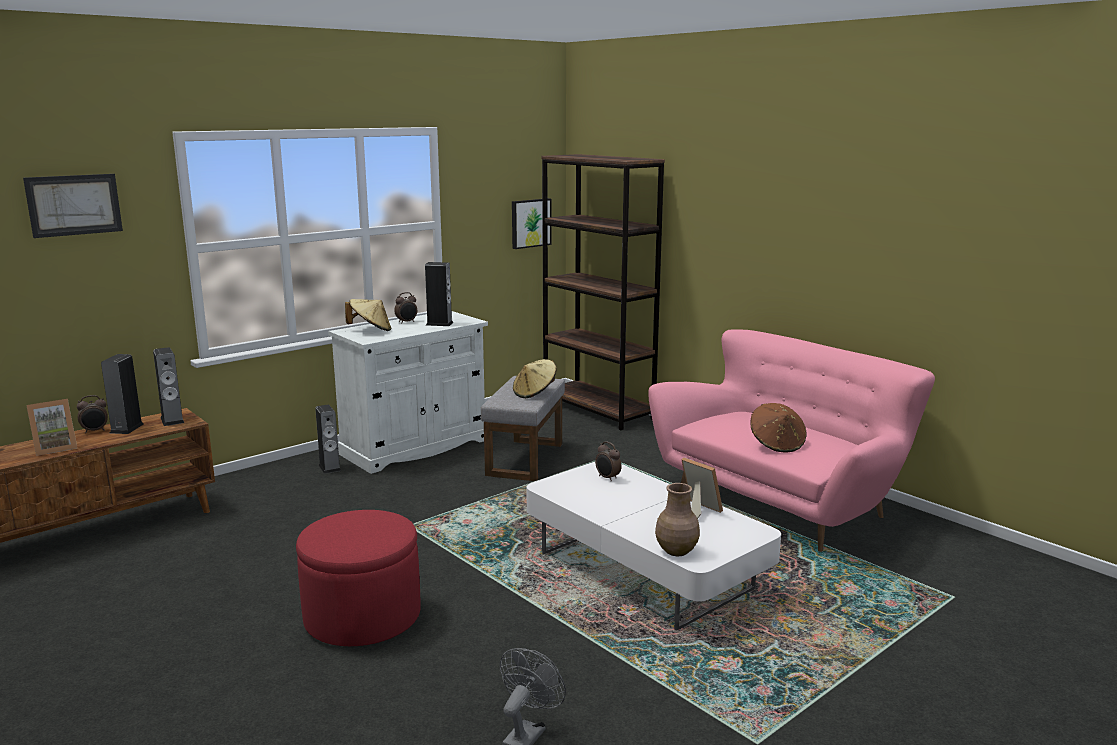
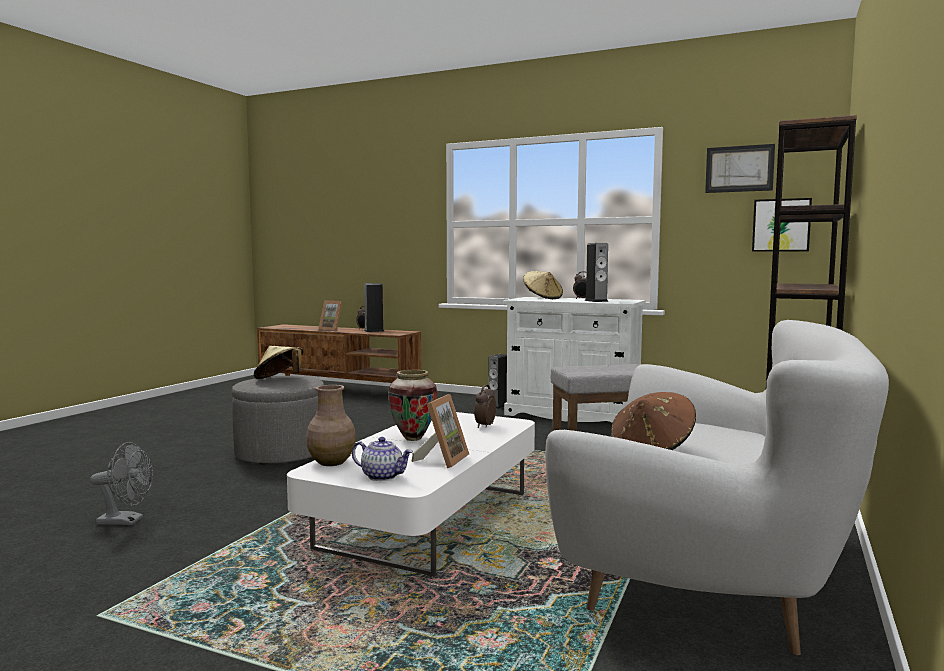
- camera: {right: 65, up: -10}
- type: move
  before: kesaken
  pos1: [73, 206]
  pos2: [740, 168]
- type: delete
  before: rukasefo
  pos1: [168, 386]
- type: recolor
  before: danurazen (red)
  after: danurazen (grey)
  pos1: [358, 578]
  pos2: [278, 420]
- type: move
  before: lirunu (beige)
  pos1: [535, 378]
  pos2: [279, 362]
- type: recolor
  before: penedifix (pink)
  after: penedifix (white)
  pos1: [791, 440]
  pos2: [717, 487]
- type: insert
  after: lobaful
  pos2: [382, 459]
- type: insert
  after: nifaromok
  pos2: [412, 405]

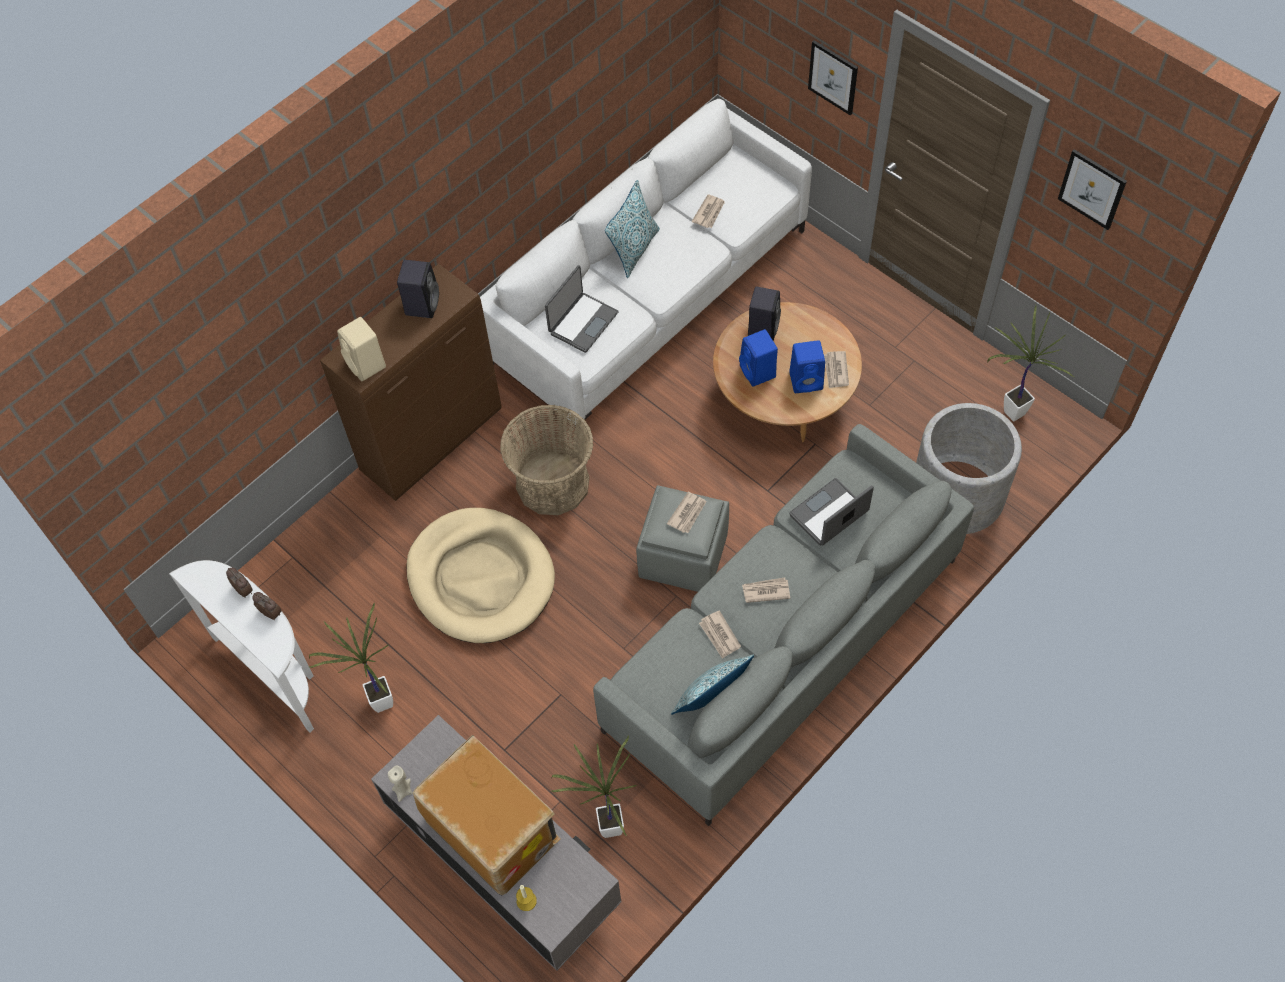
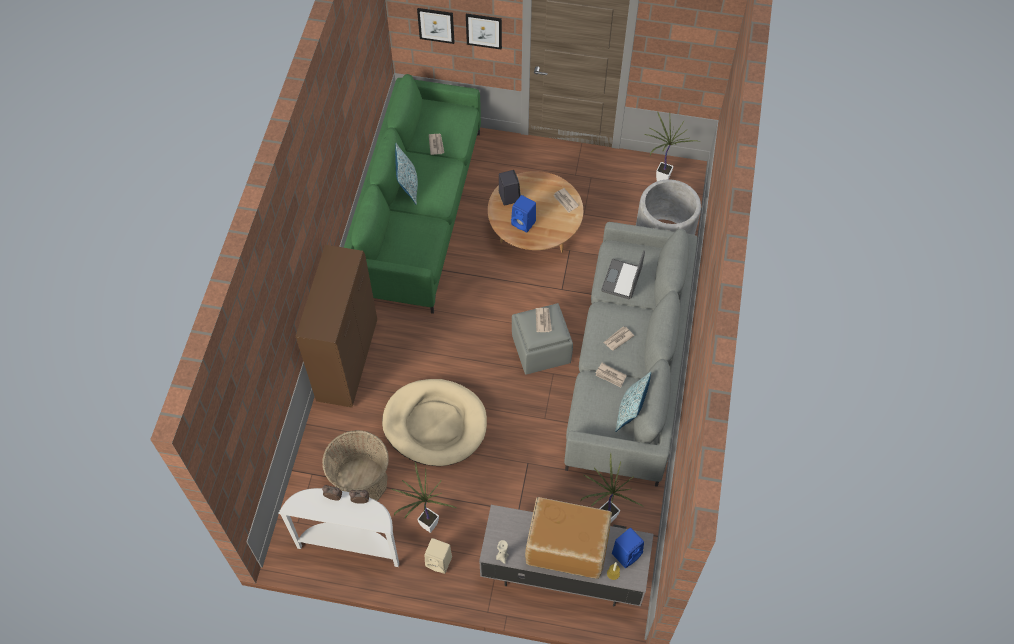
- camera: {right: -35, up: 0}
- type: move
  before: rukasefo (beige)
  pos1: [361, 349]
  pos2: [438, 556]
- type: delete
  before: rukasefo (black)
  pos1: [418, 289]
- type: recolor
  before: penedifix (white)
  after: penedifix (green)
  pos1: [646, 264]
  pos2: [412, 194]
- type: move
  before: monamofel
  pos1: [547, 459]
  pos2: [355, 465]
- type: delete
  before: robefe
  pos1: [582, 309]
- type: move
  before: rukasefo (blue)
  pos1: [807, 367]
  pos2: [628, 548]
- type: move
  before: kesaken
  pos1: [1092, 189]
  pos2: [436, 26]

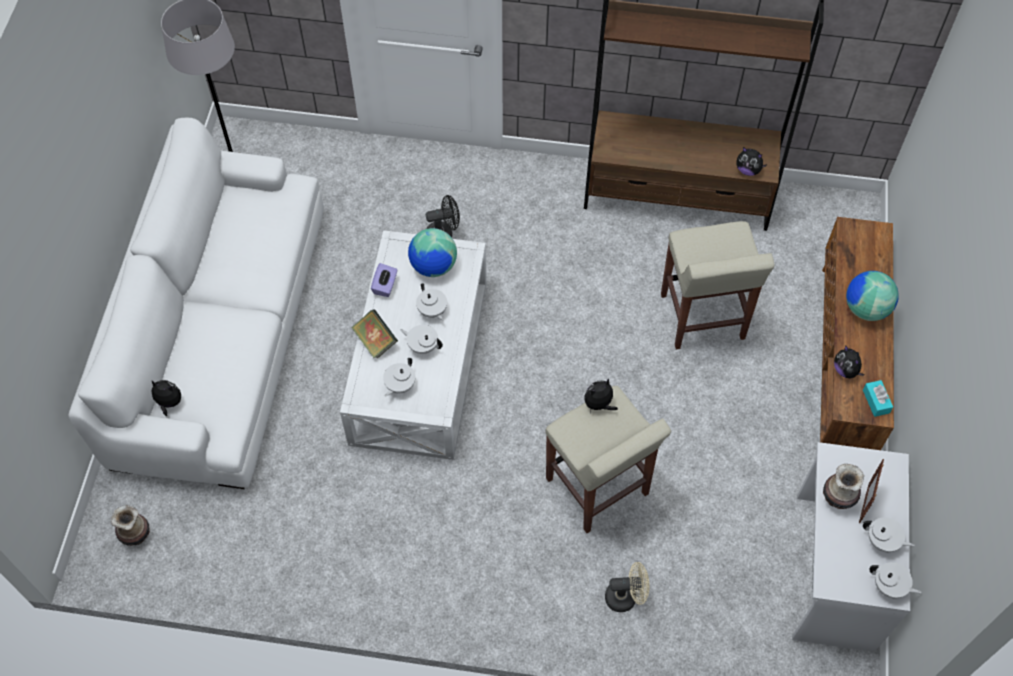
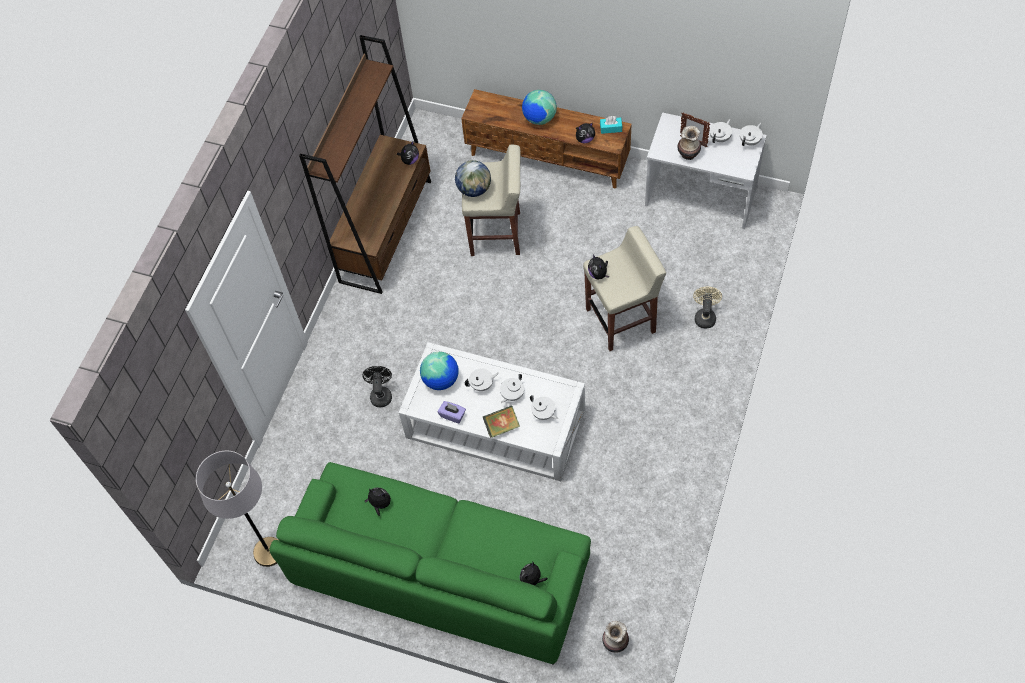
- camera: {right: -75, up: 0}
- type: recolor
  before: penedifix (white)
  after: penedifix (green)
  pos1: [196, 303]
  pos2: [430, 563]
- type: insert
  after: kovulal
  pos2: [378, 501]
- type: insert
  after: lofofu
  pos2: [473, 178]

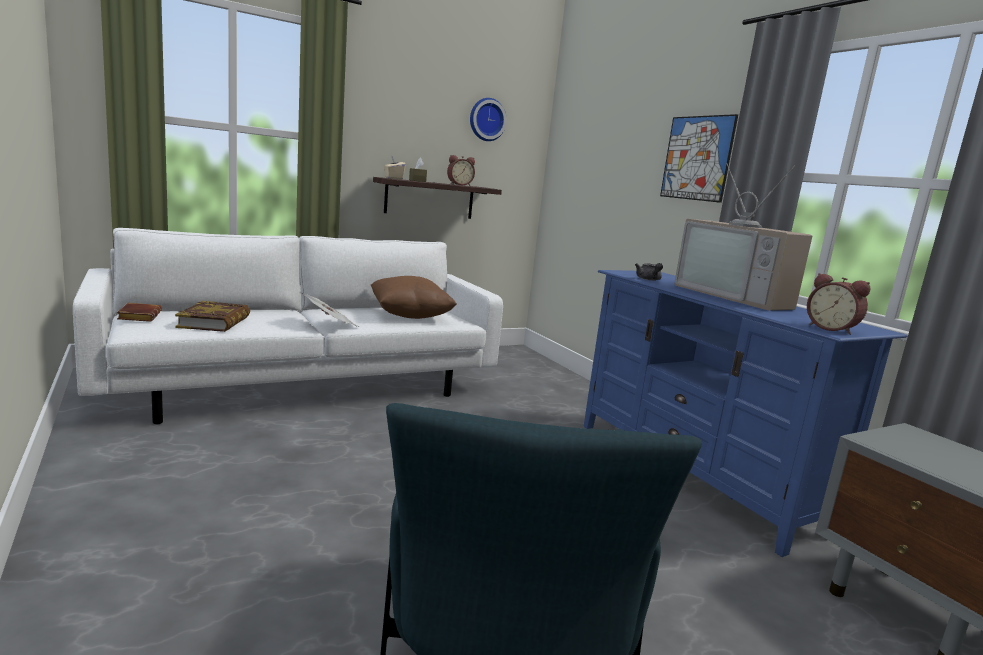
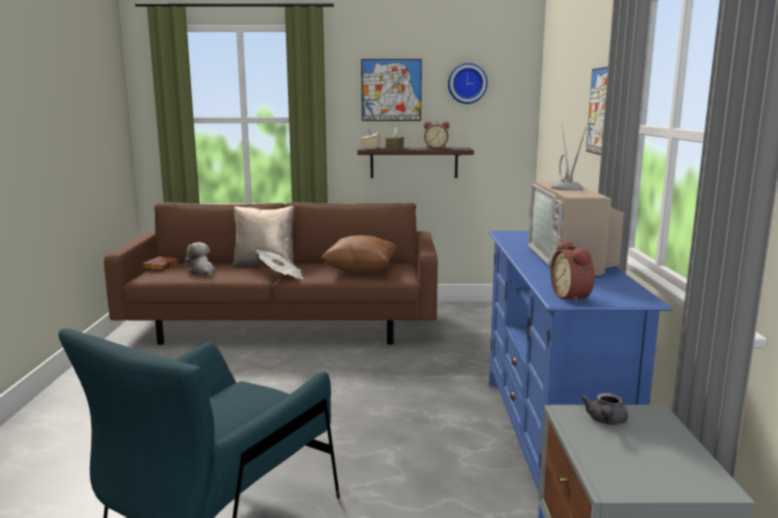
- camera: {right: 30, up: 0}
- type: recolor
  before: penedifix (white)
  after: penedifix (brown)
  pos1: [288, 326]
  pos2: [271, 273]
- type: replace
  before: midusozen
  after: kovulal
  pos1: [212, 316]
  pos2: [199, 259]
- type: move
  before: lobaful (grey)
  pos1: [649, 272]
  pos2: [604, 409]
- type: insert
  after: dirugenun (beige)
  pos2: [263, 236]
- type: insert
  after: kesaken
  pos2: [391, 90]

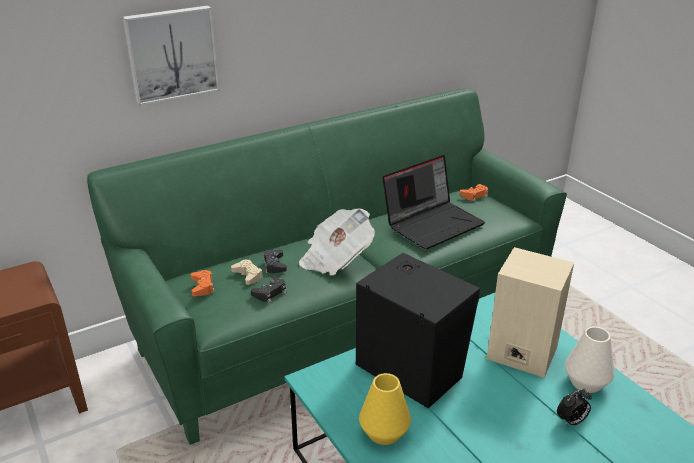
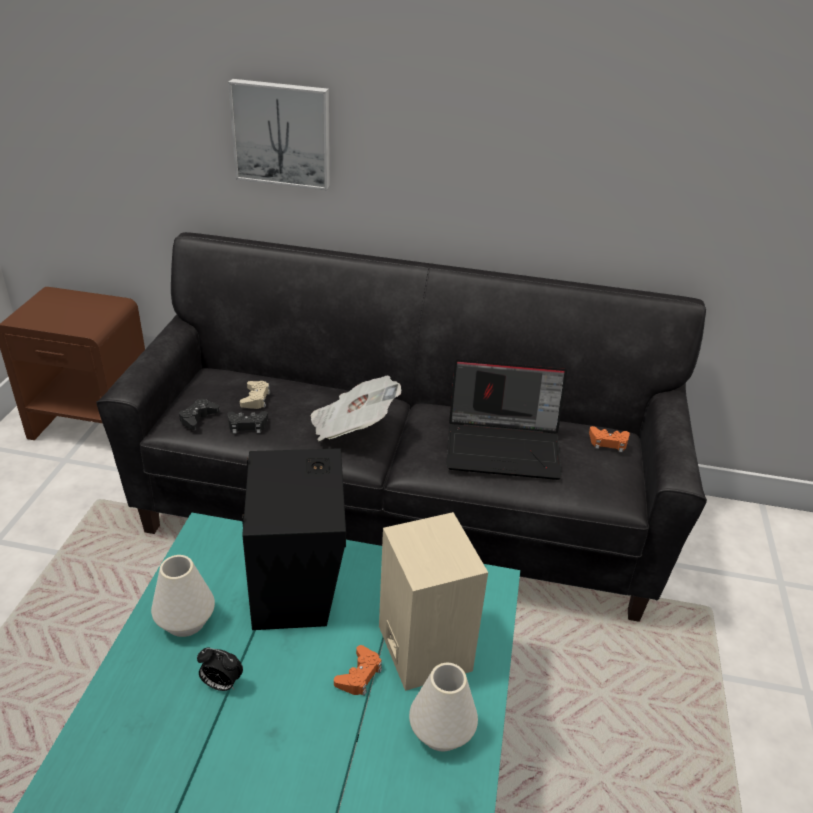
- camera: {right: 40, up: 5}
- type: recolor
  before: penedifix (green)
  after: penedifix (black)
  pos1: [327, 266]
  pos2: [401, 427]
- type: move
  before: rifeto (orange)
  pos1: [202, 283]
  pos2: [358, 670]
- type: move
  before: rifeto (black)
  pos1: [275, 261]
  pos2: [199, 414]
- type: recolor
  before: nifaromok (yellow)
  after: nifaromok (white)
  pos1: [385, 409]
  pos2: [183, 596]
- type: move
  before: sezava
  pos1: [574, 407]
  pos2: [220, 669]

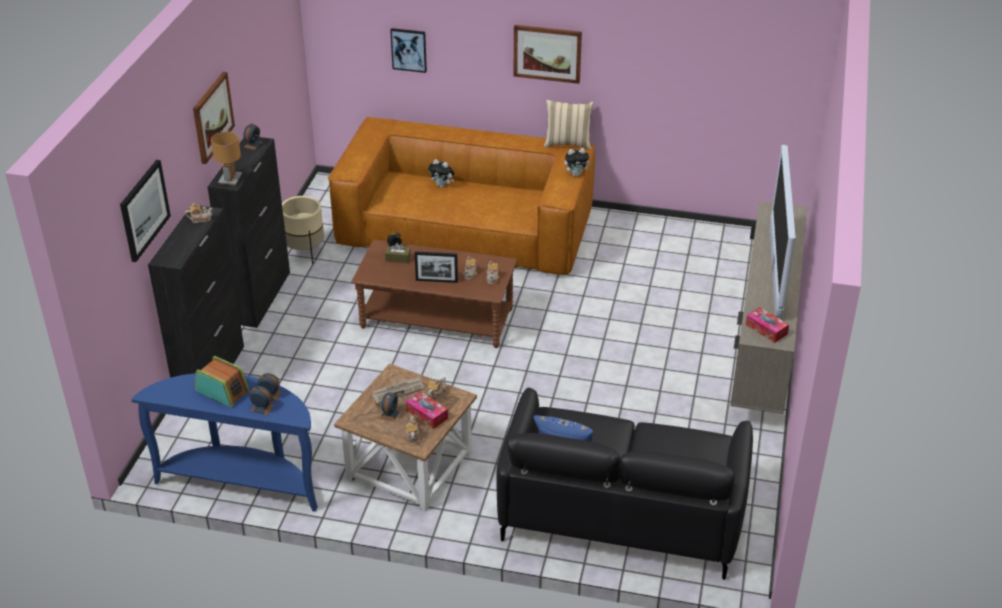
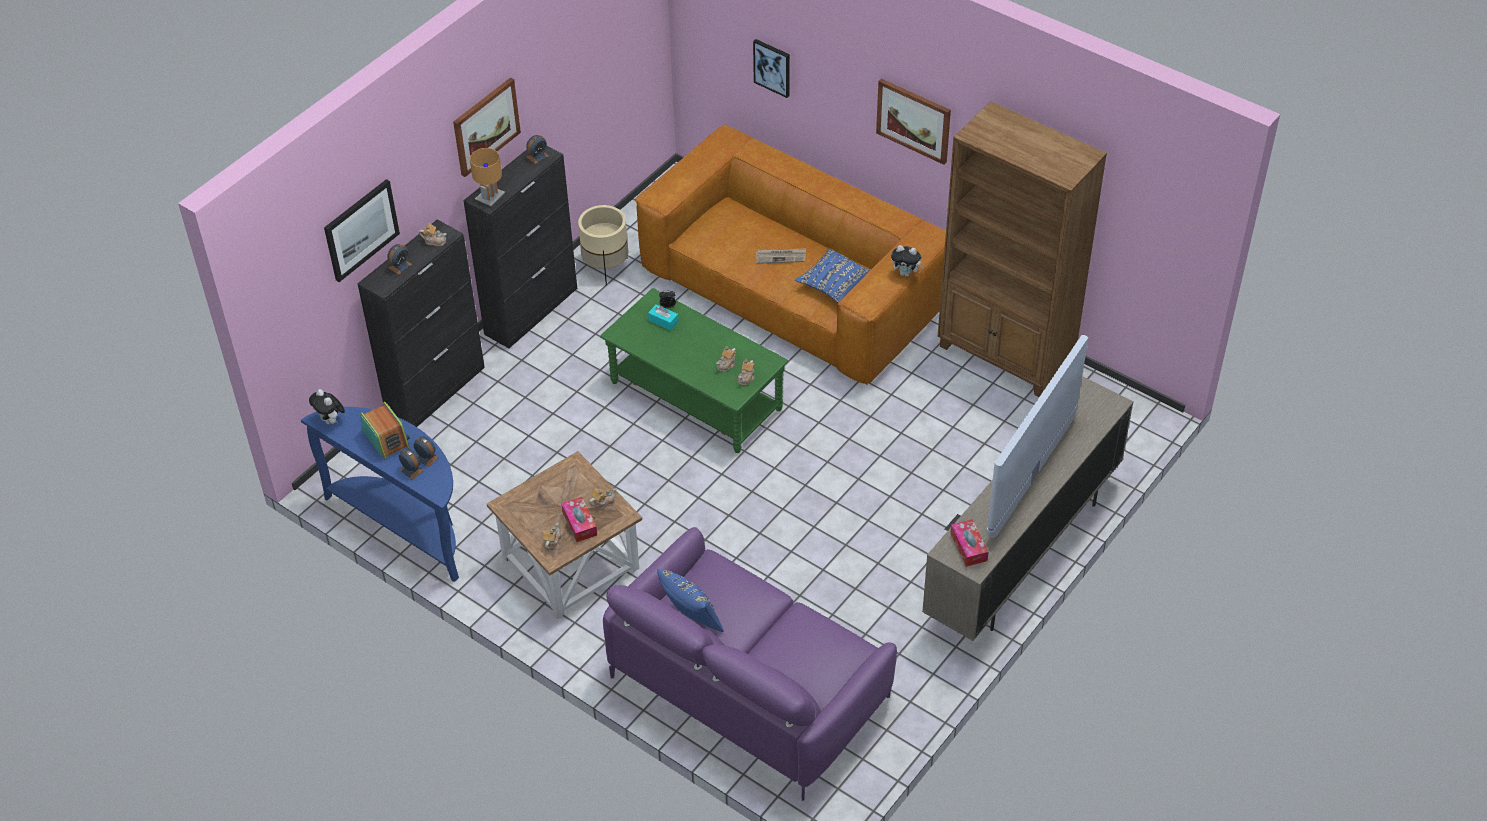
- camera: {right: 25, up: 10}
- type: recolor
  before: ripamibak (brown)
  after: ripamibak (green)
  pos1: [434, 293]
  pos2: [694, 370]
- type: move
  before: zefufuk
  pos1: [398, 390]
  pos2: [781, 256]
- type: move
  before: sezava
  pos1: [390, 406]
  pos2: [399, 259]
- type: recolor
  before: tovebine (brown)
  after: tovebine (turquoise)
  pos1: [398, 253]
  pos2: [663, 317]
- type: delete
  before: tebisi
  pos1: [436, 267]
- type: move
  before: kovulal
  pos1: [441, 173]
  pos2: [327, 407]
- type: recolor
  before: penedifix (black)
  after: penedifix (purple)
  pos1: [624, 484]
  pos2: [750, 664]
- type: delete
  before: dirugenun (beige)
  pos1: [569, 125]
- type: insert
  after: dirugenun (blue)
  pos2: [832, 275]
- type: insert
  after: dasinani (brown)
  pos2: [1022, 249]

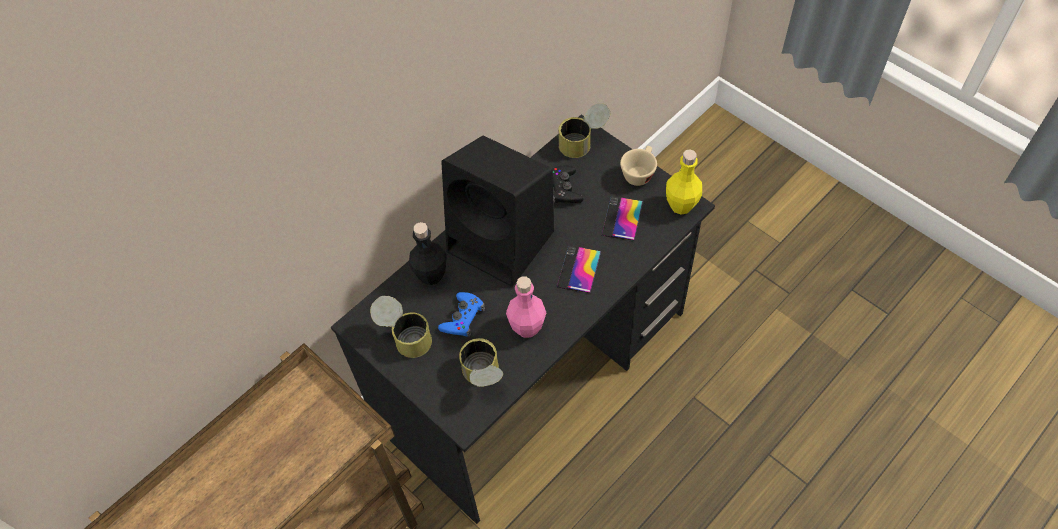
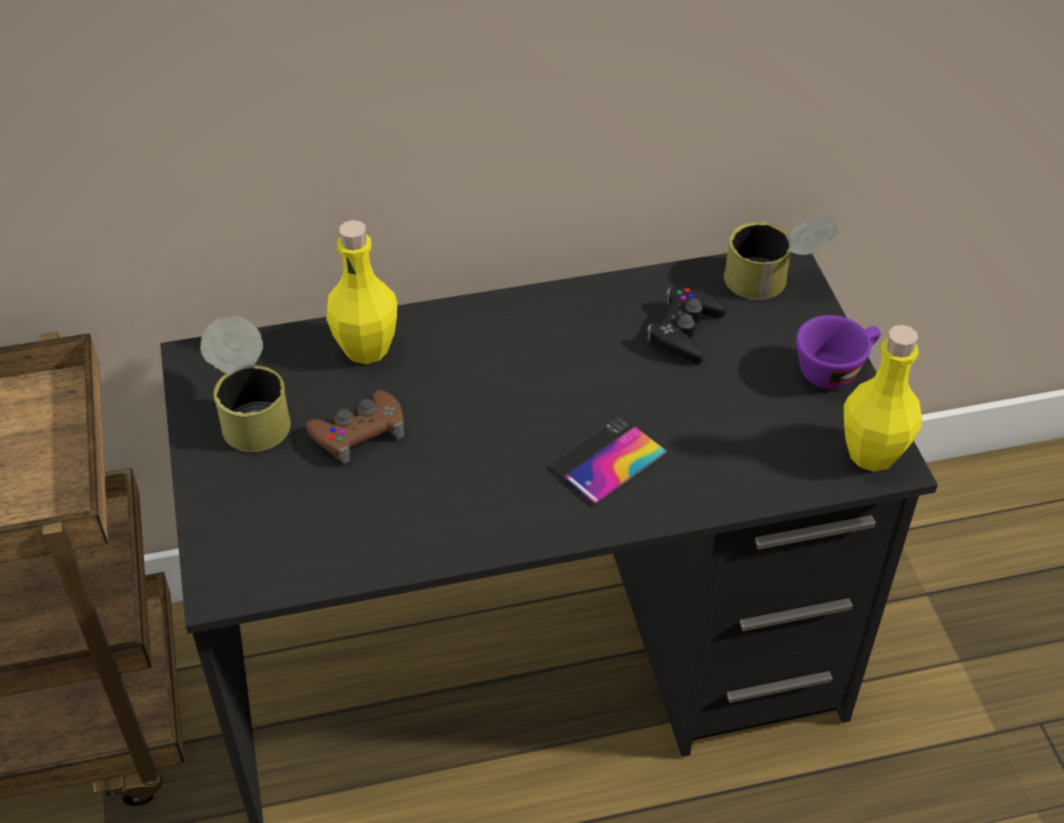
- camera: {right: 30, up: -10}
- type: recolor
  before: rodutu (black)
  after: rodutu (yellow)
  pos1: [428, 253]
  pos2: [361, 292]
- type: recolor
  before: rifeto (blue)
  after: rifeto (brown)
  pos1: [461, 314]
  pos2: [355, 427]
- type: delete
  before: rukasefo (black)
  pos1: [497, 211]
- type: delete
  before: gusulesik
  pos1: [481, 362]
- type: delete
  before: rodutu (pink)
  pos1: [526, 307]
- type: delete
  before: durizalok
  pos1: [622, 218]
- type: recolor
  before: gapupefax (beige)
  after: gapupefax (purple)
  pos1: [638, 166]
  pos2: [838, 352]

